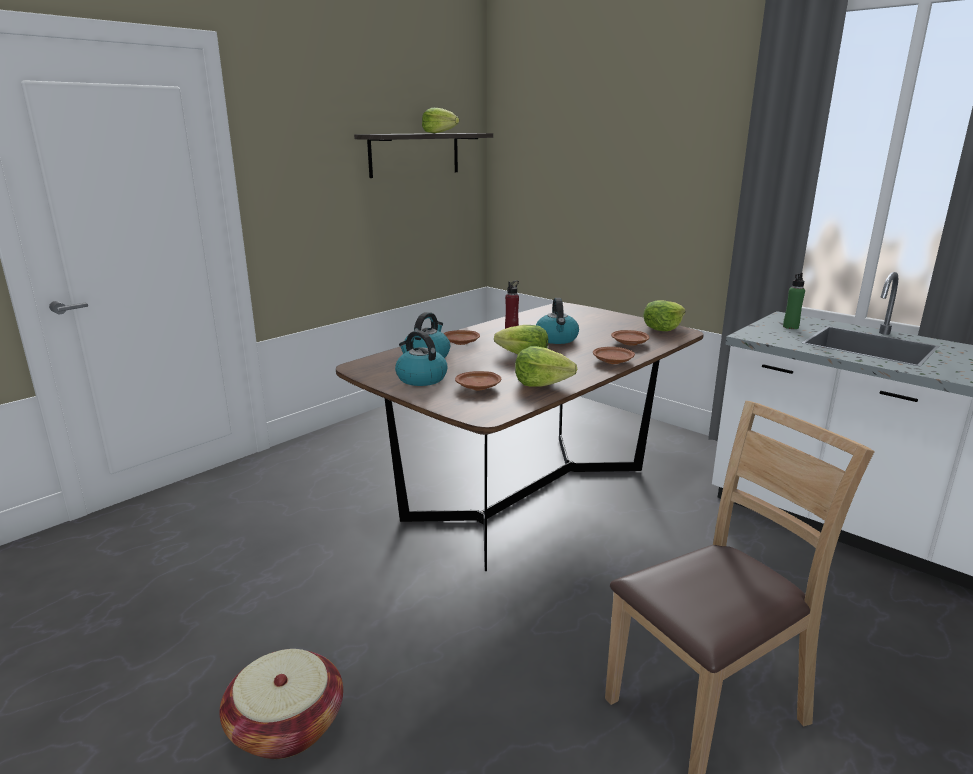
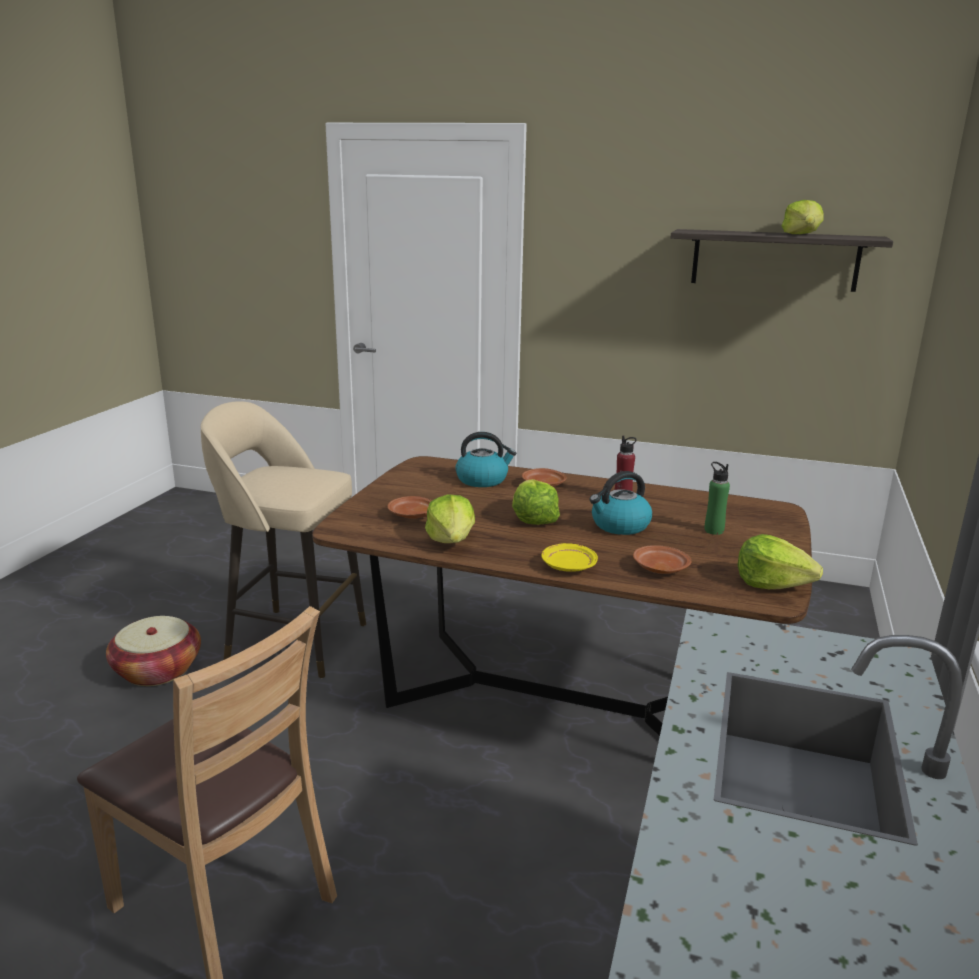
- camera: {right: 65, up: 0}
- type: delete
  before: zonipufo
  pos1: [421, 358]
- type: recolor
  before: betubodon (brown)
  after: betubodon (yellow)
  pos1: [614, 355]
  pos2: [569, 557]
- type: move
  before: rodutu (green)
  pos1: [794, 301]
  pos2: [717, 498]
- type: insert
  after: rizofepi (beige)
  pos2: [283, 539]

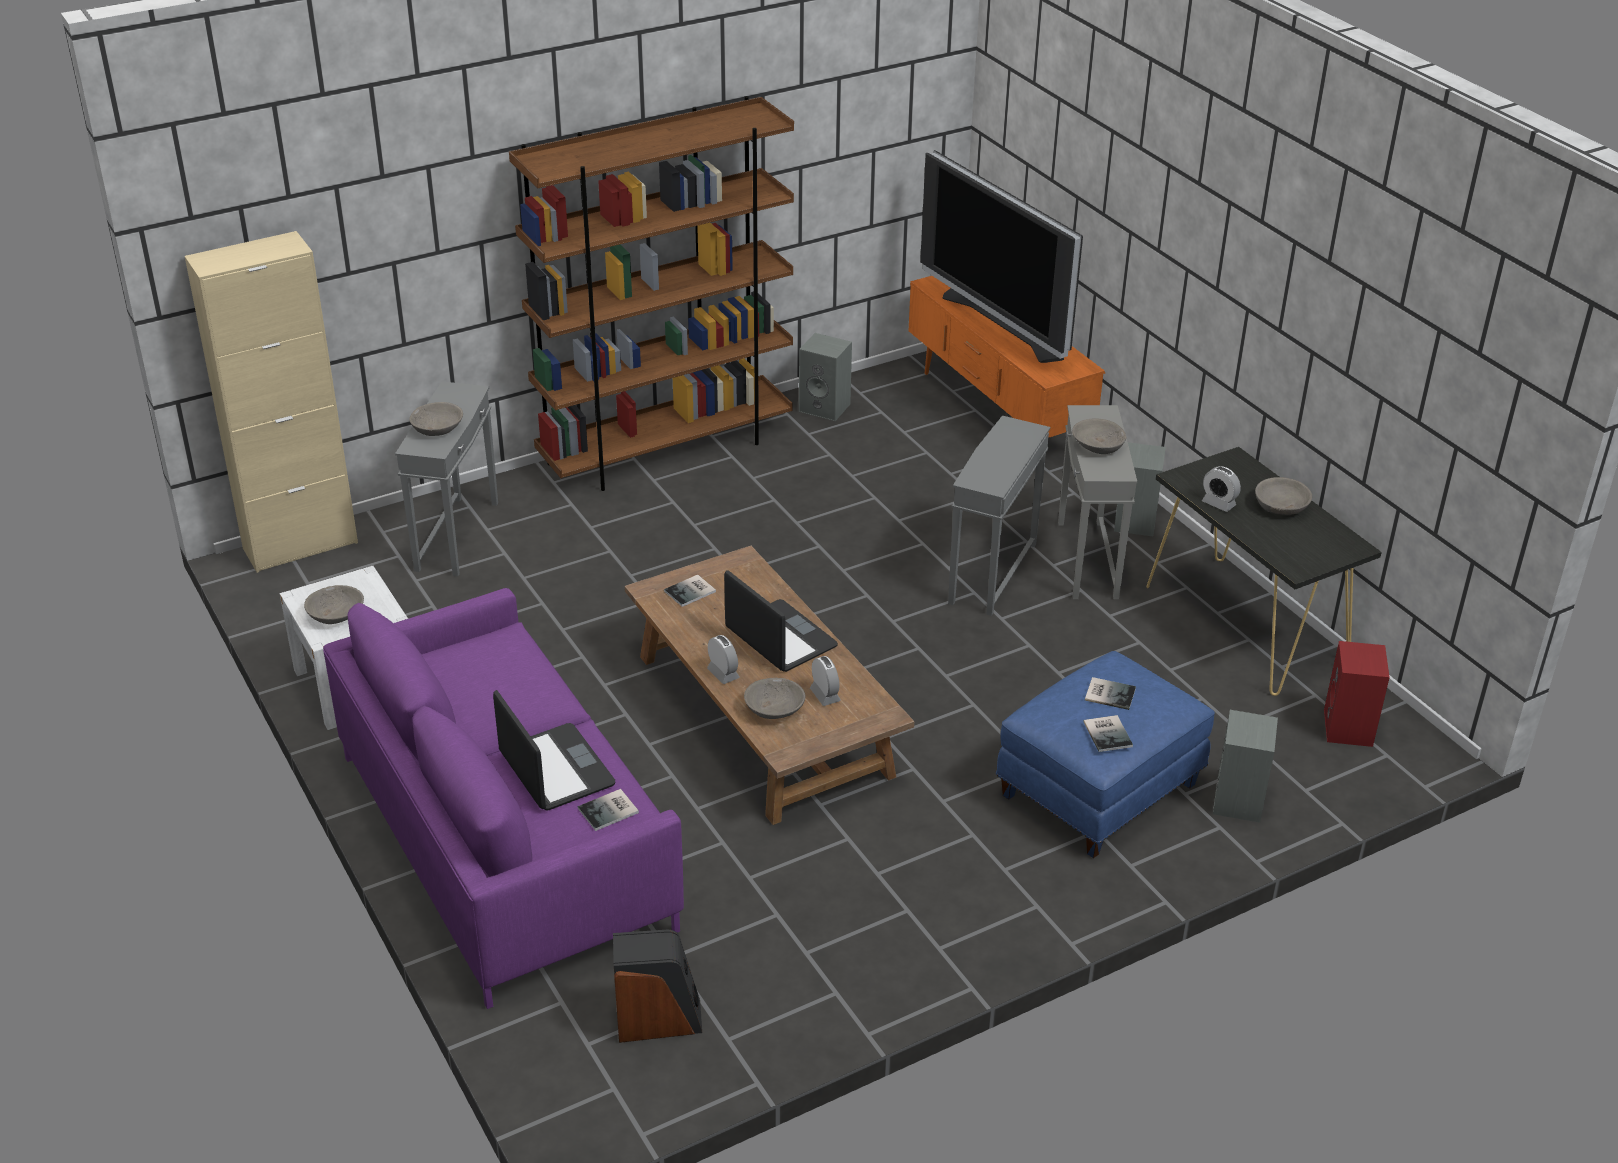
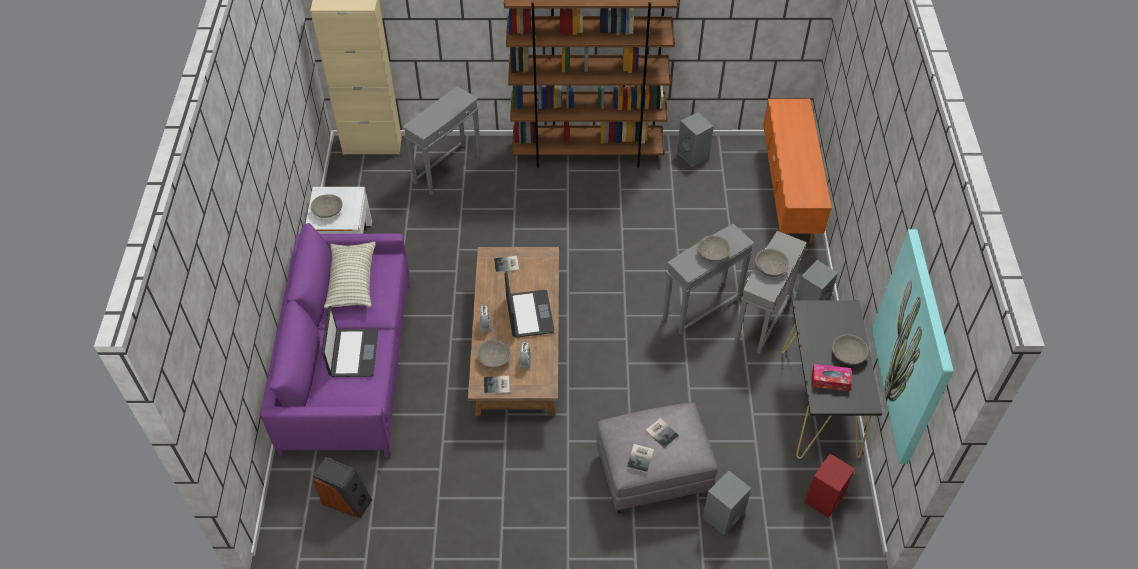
- camera: {right: 30, up: 15}
- type: move
  before: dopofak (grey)
  pos1: [436, 419]
  pos2: [714, 248]
- type: move
  before: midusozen
  pos1: [608, 810]
  pos2: [497, 385]
- type: delete
  before: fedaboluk
  pos1: [1001, 256]
- type: recolor
  before: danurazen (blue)
  after: danurazen (grey)
  pos1: [1105, 754]
  pos2: [657, 458]
- type: delete
  before: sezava
  pos1: [1221, 489]
- type: insert
  after: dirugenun
  pos2: [350, 275]
- type: insert
  after: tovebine
  pos2: [832, 377]
- type: insert
  after: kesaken
  pos2: [913, 346]

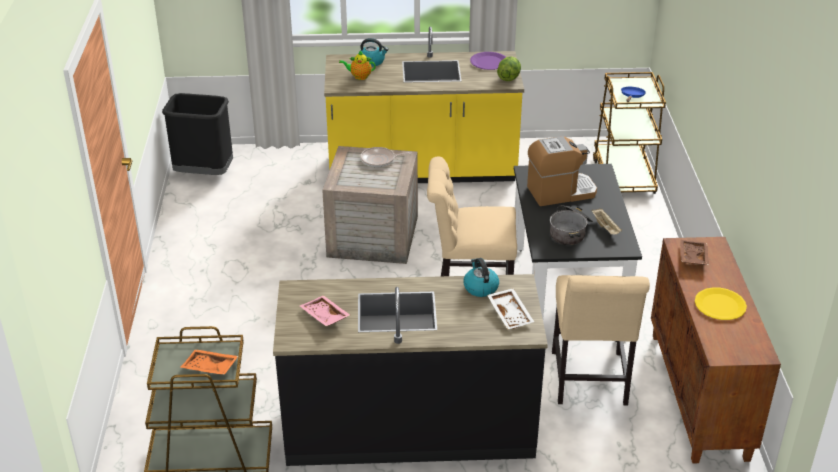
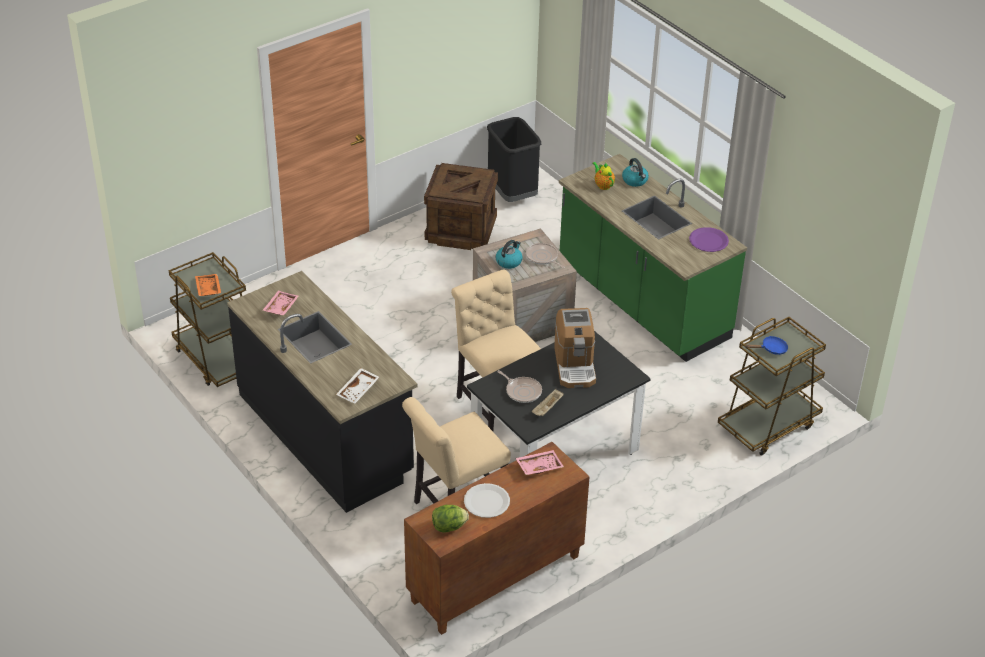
- camera: {right: 55, up: 5}
- type: recolor
  before: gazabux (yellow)
  after: gazabux (green)
  pos1: [424, 105]
  pos2: [653, 258]
- type: move
  before: zonipufo
  pos1: [481, 277]
  pos2: [509, 254]
- type: move
  before: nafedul
  pos1: [509, 69]
  pos2: [450, 519]
- type: rotate
  before: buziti
  pos1: [562, 171]
  pos2: [575, 348]
  turn: 45
- type: replace
  before: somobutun
  after: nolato
  pos1: [571, 225]
  pos2: [519, 386]
- type: recolor
  before: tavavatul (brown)
  after: tavavatul (pink)
  pos1: [694, 252]
  pos2: [540, 462]
- type: recolor
  before: betubodon (yellow)
  after: betubodon (white)
  pos1: [721, 303]
  pos2: [487, 500]
- type: insert
  after: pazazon
  pos2: [461, 206]

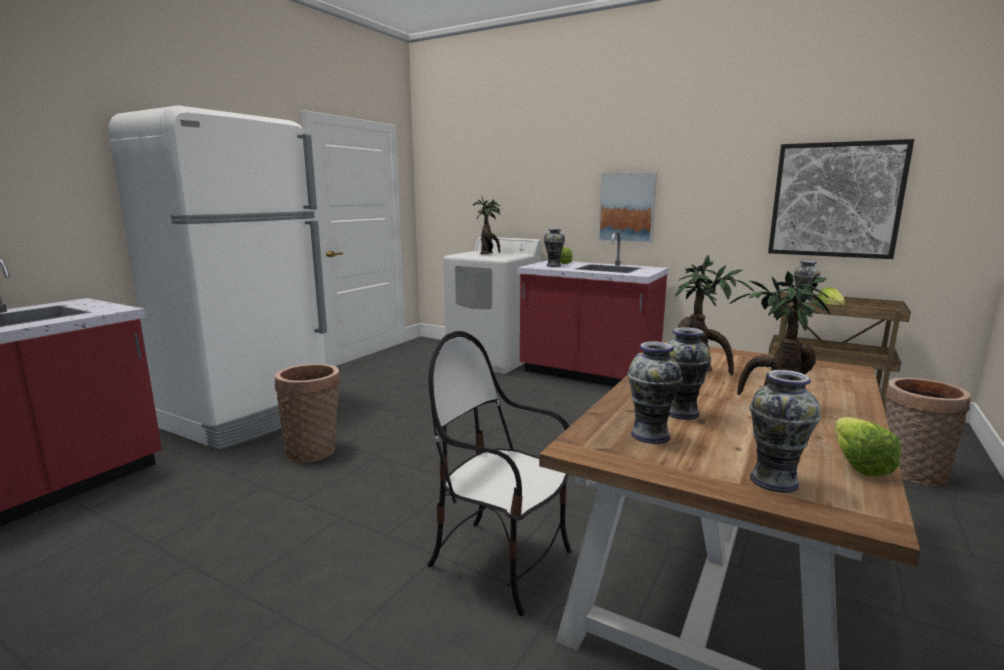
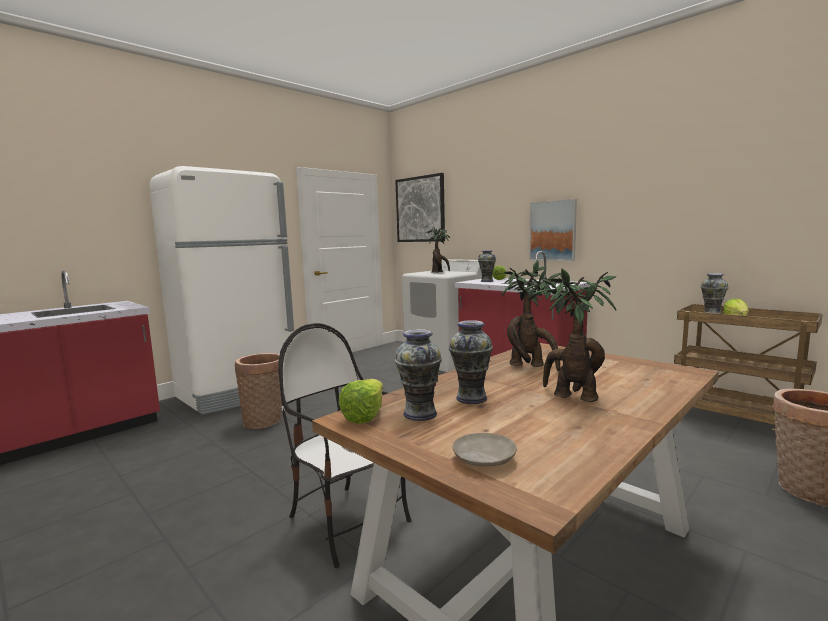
- camera: {right: 15, up: -5}
- type: replace
  before: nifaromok
  after: betubodon (beige)
  pos1: [785, 431]
  pos2: [485, 450]
- type: move
  before: kesaken
  pos1: [841, 199]
  pos2: [420, 207]
- type: move
  before: nafedul
  pos1: [868, 446]
  pos2: [360, 401]

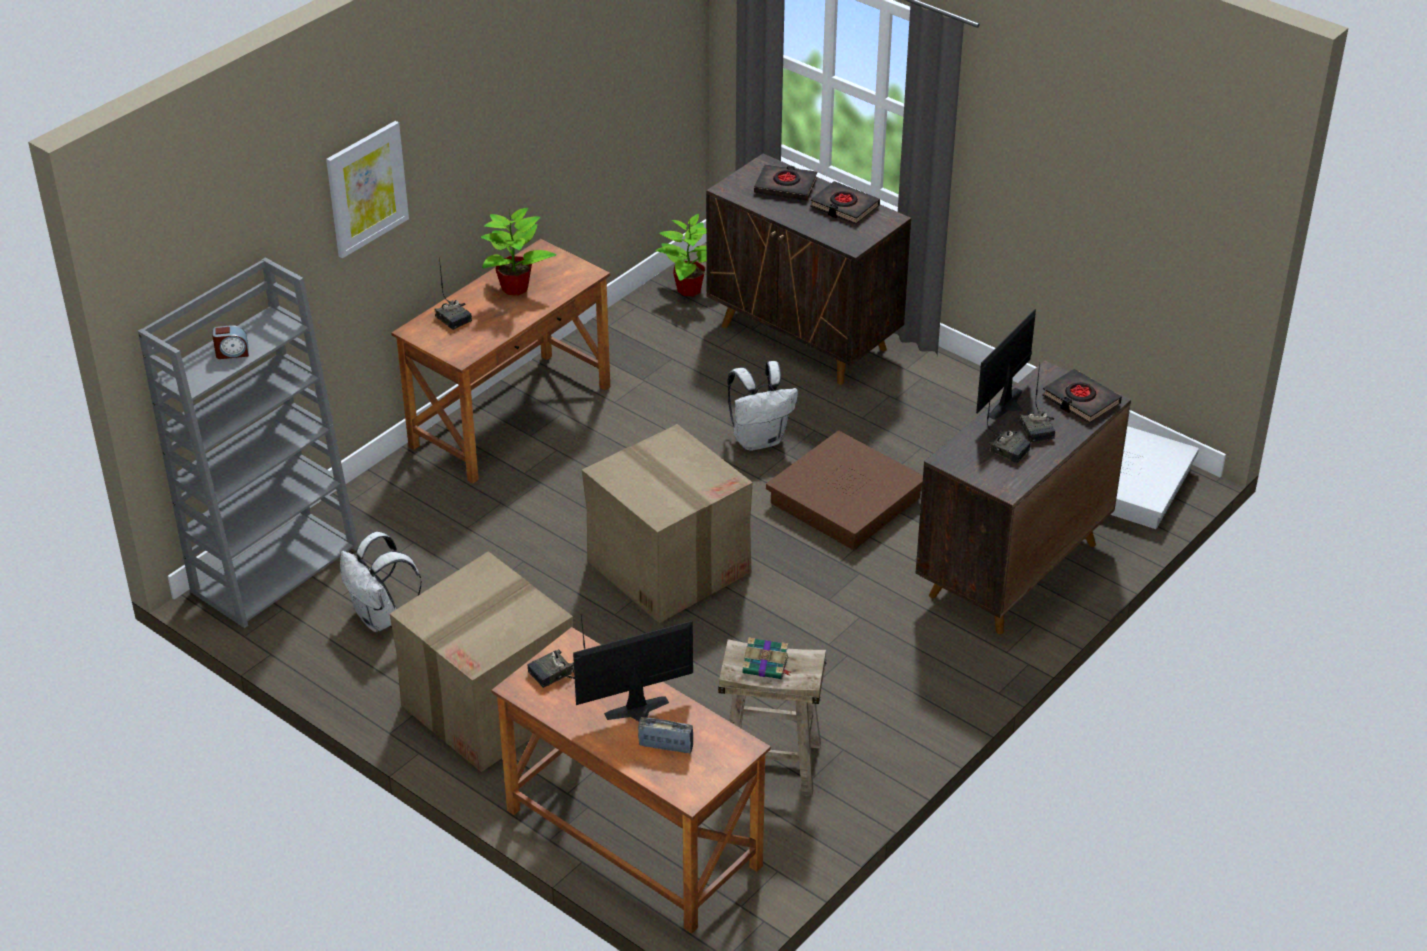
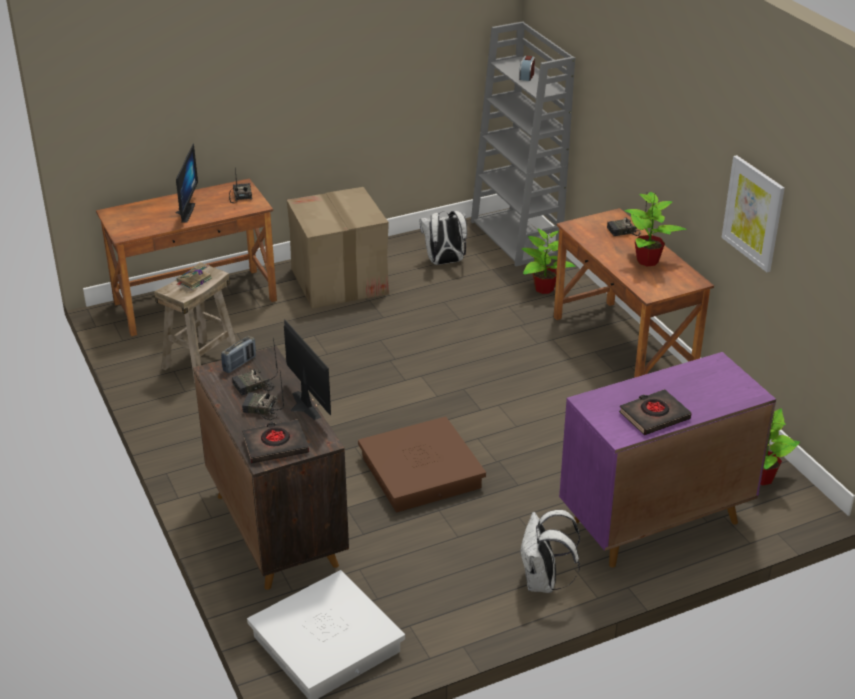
- camera: {right: 115, up: -5}
- type: move
  before: kesaken
  pos1: [367, 189]
  pos2: [753, 213]
- type: delete
  before: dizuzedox
  pos1: [667, 523]
- type: move
  before: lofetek
  pos1: [665, 735]
  pos2: [238, 354]
- type: recolor
  before: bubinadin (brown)
  after: bubinadin (purple)
  pos1: [808, 269]
  pos2: [667, 460]
- type: move
  before: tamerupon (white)
  pos1: [762, 406]
  pos2: [550, 551]
- type: delete
  before: midusozen (black)
  pos1: [785, 183]
- type: insert
  after: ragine
  pos2: [548, 261]

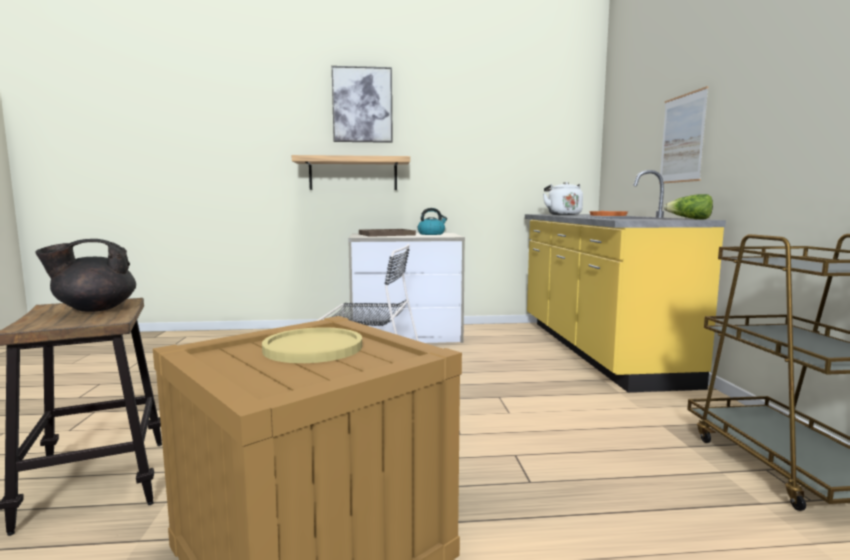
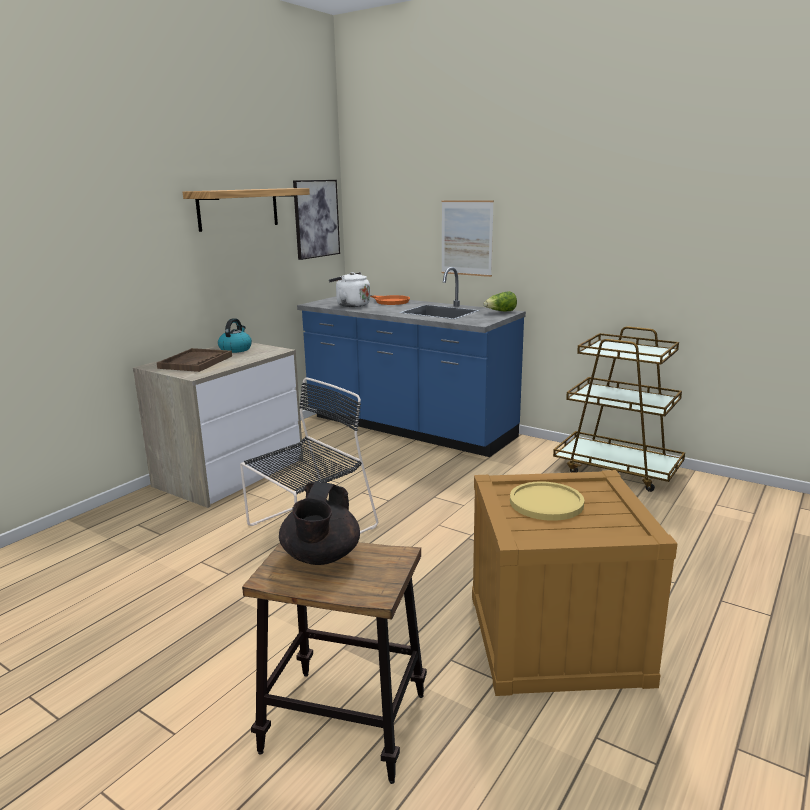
- camera: {right: -50, up: 10}
- type: move
  before: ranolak
  pos1: [351, 172]
  pos2: [246, 210]
- type: move
  before: kesaken
  pos1: [362, 104]
  pos2: [316, 220]
- type: recolor
  before: gazabux (yellow)
  after: gazabux (blue)
  pos1: [625, 281]
  pos2: [411, 362]

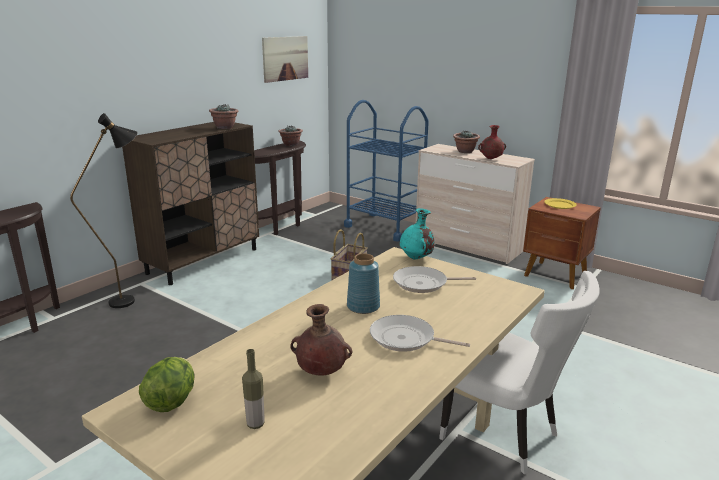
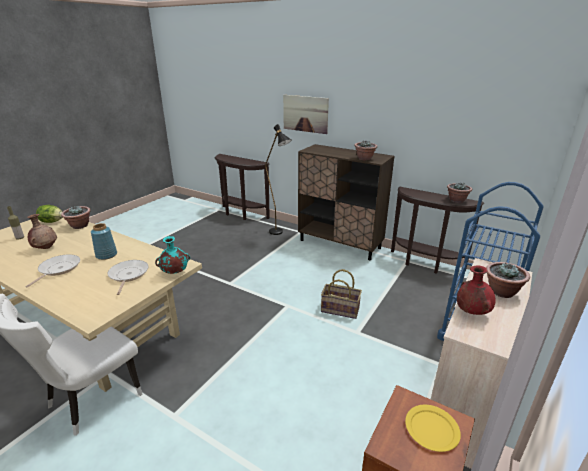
- camera: {right: 85, up: 5}
- type: move
  before: kesaken
  pos1: [285, 59]
  pos2: [306, 114]
- type: insert
  after: ragine
  pos2: [76, 217]

